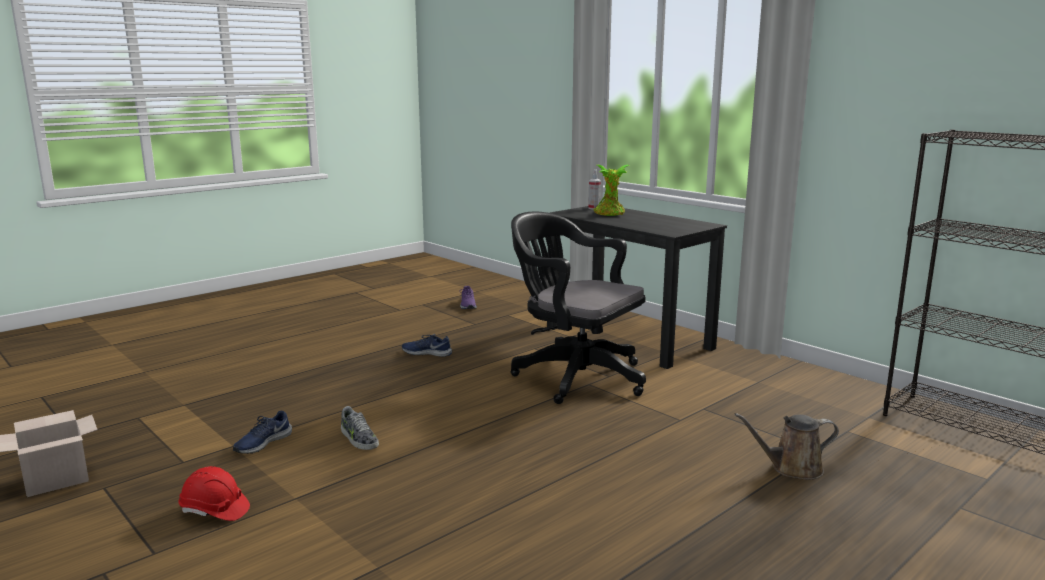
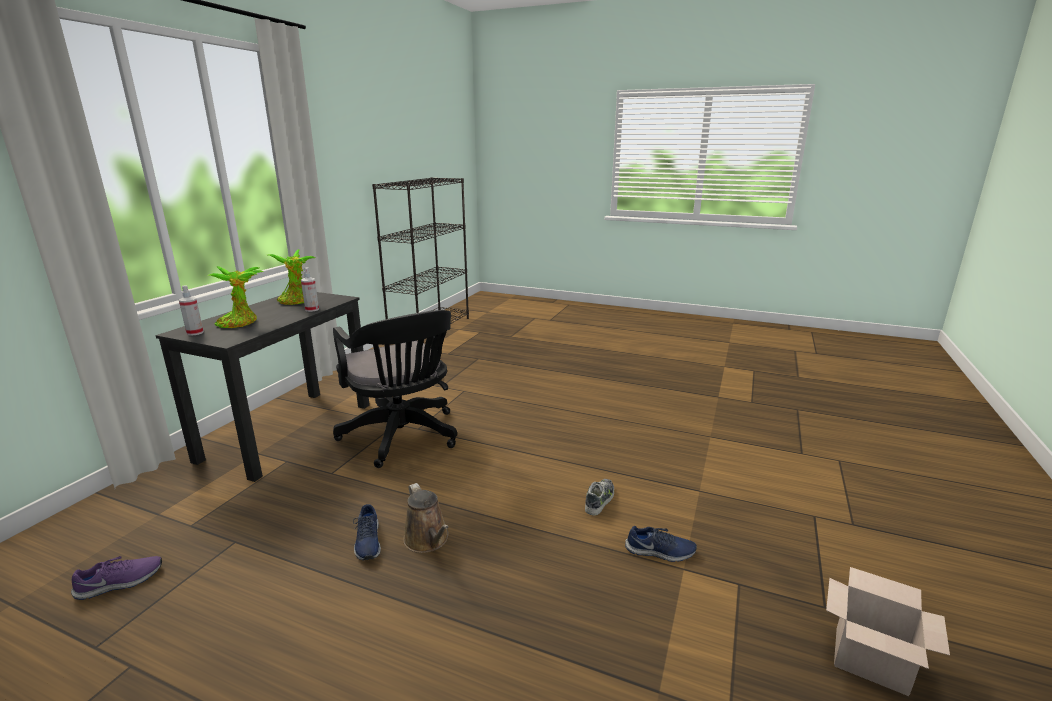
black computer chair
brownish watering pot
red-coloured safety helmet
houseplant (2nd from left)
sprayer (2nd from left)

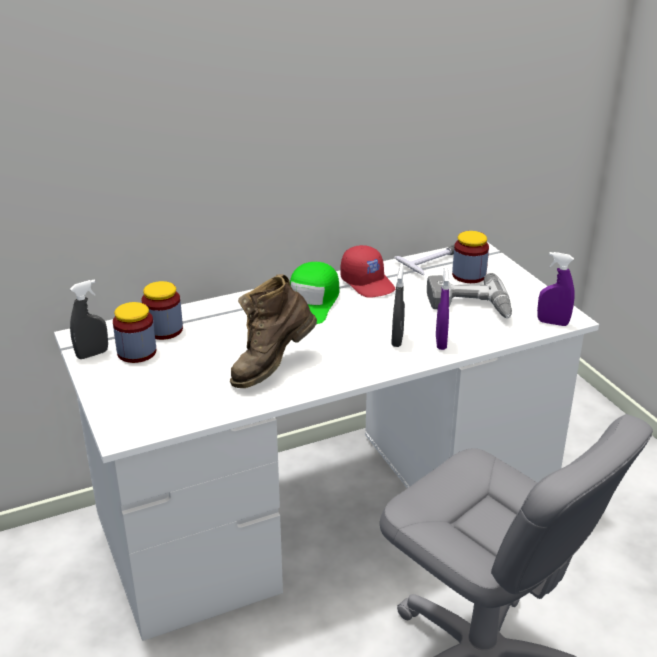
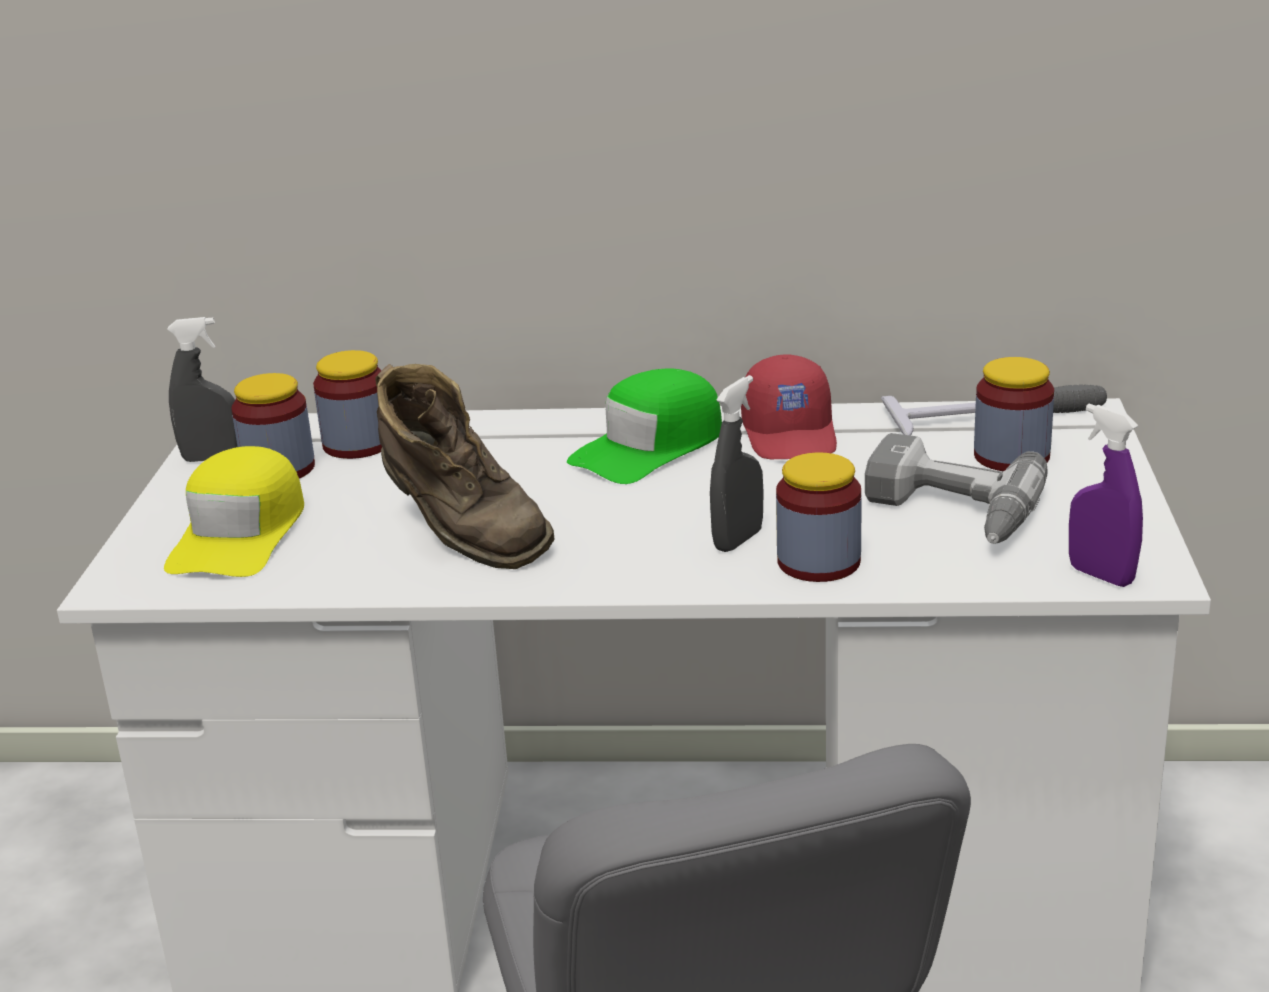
storage jar (3rd from left)
brownish high-top boot
yellowish peaked cap

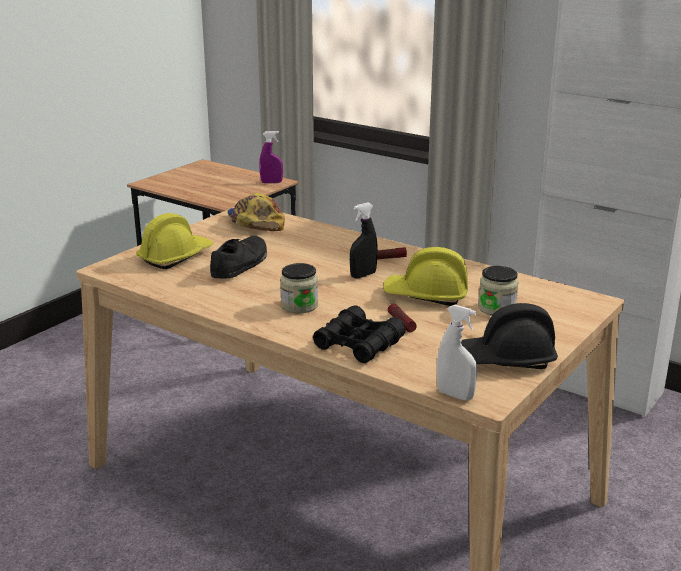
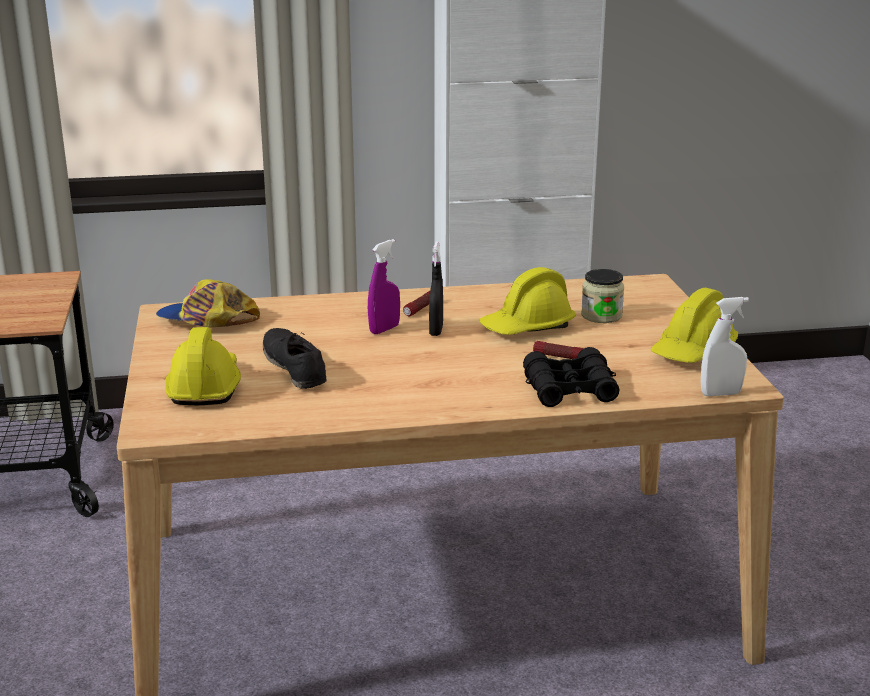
purple-coloured sprayer
storage jar (1st from left in the first image)
yellowish safety helmet (3rd from left)

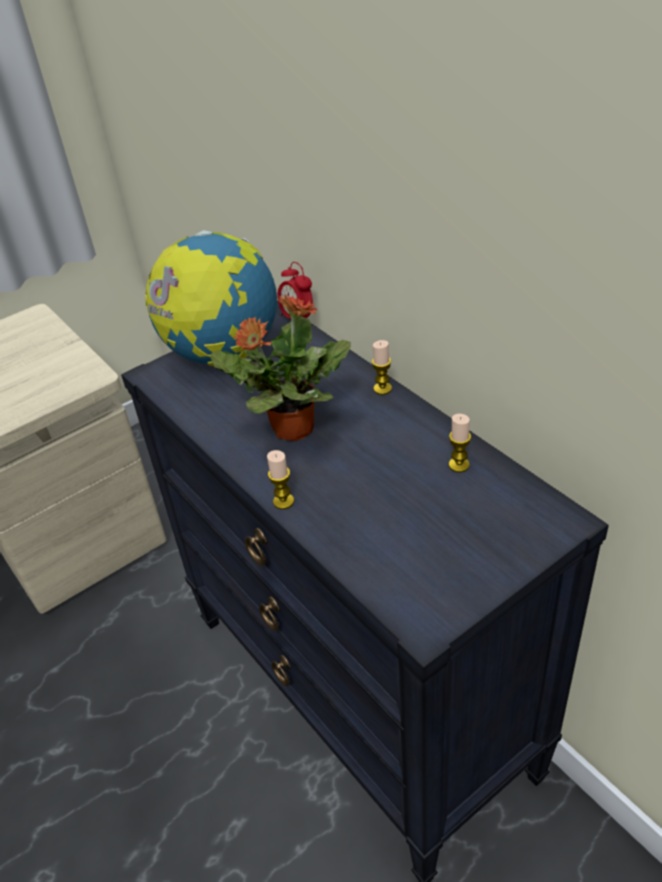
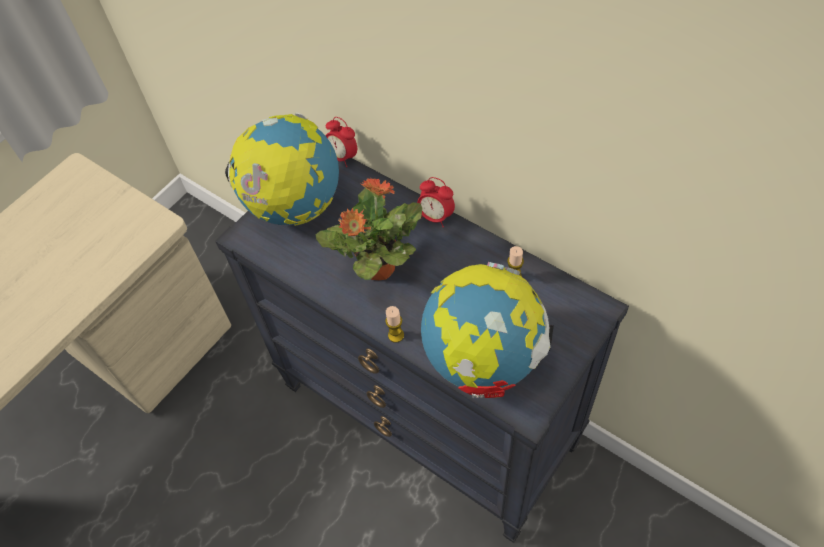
table clock (2nd from left)
globe (2nd from left)

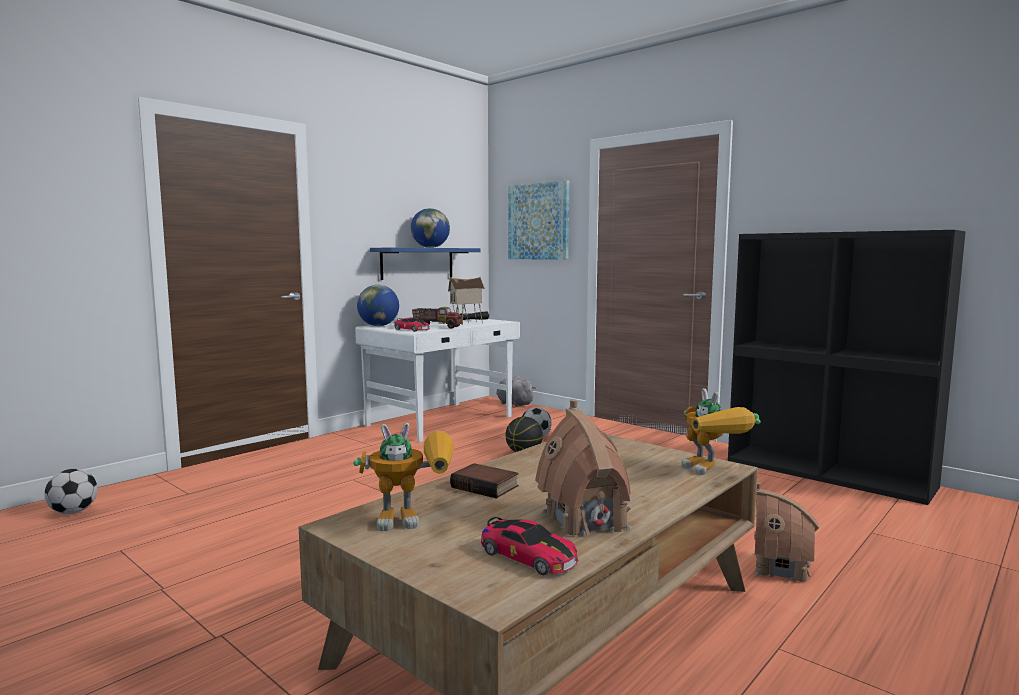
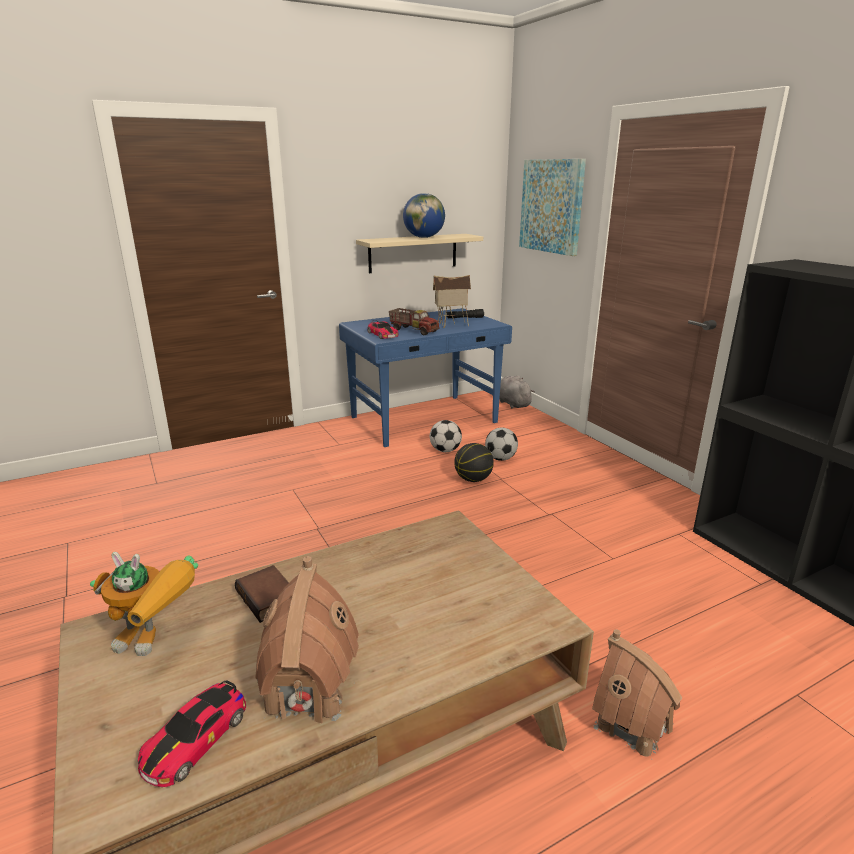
sand-coloured bracket shelf
globe (1st from left in the first image)
blue desk
robot figure (2nd from left in the first image)
football ball (1st from left)
toy car (1st from left)

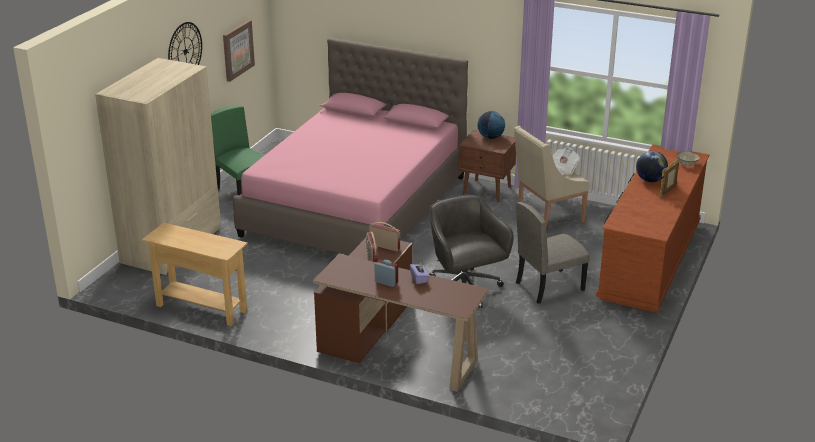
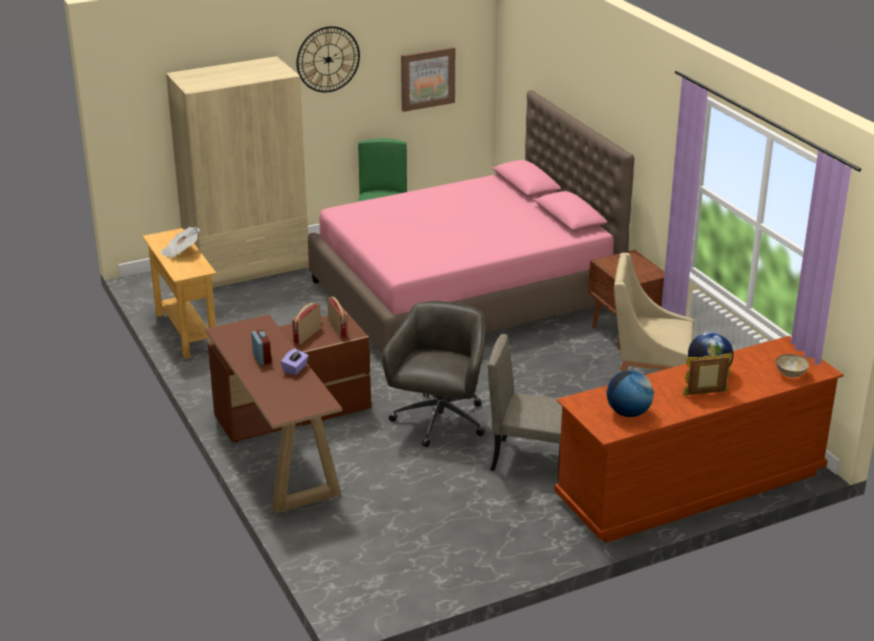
globe (1st from left)
printed paper

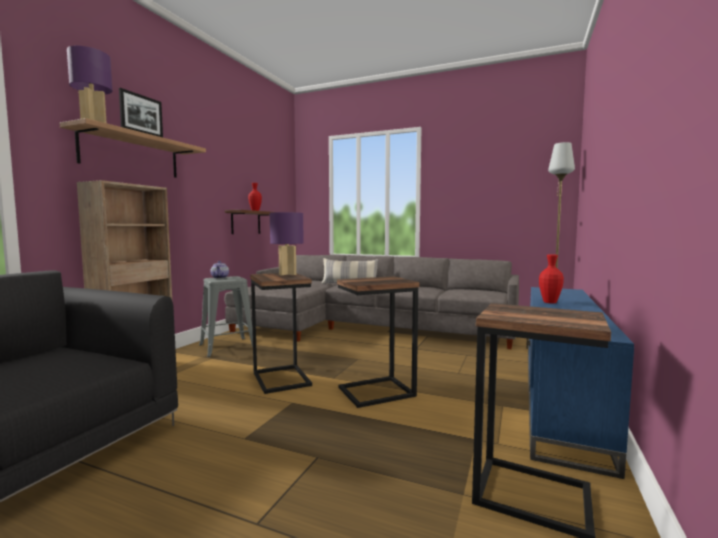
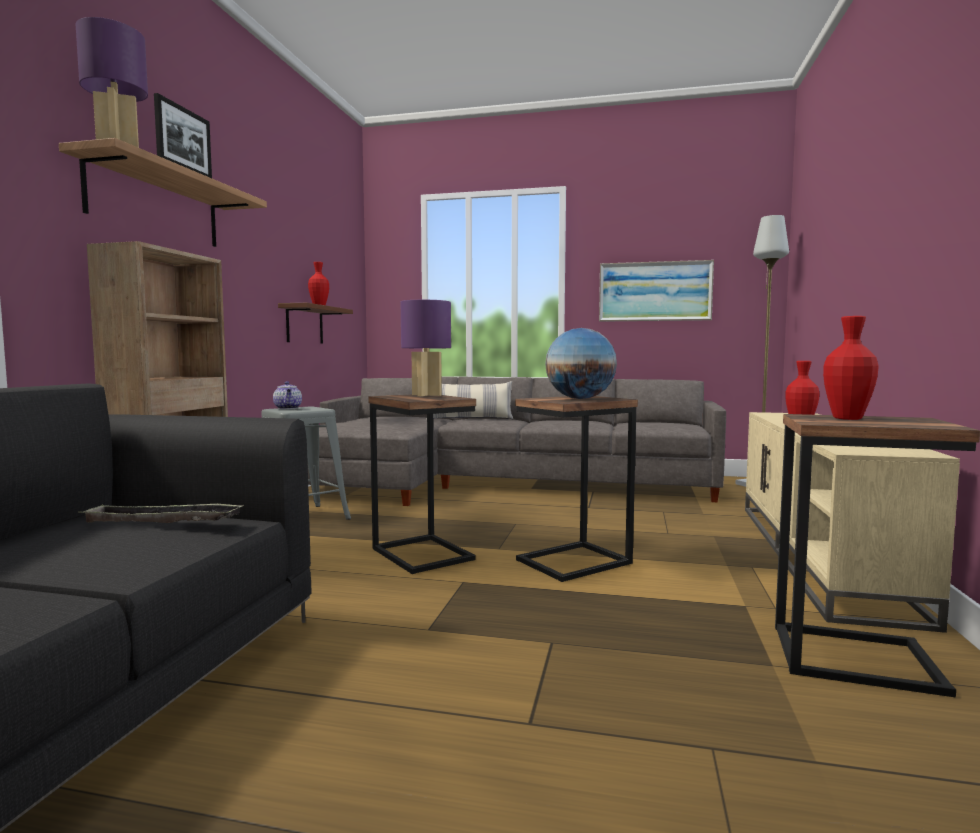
sand-coloured media console
wall picture
red-coloured flower vase (3rd from left)
globe
carrying tray

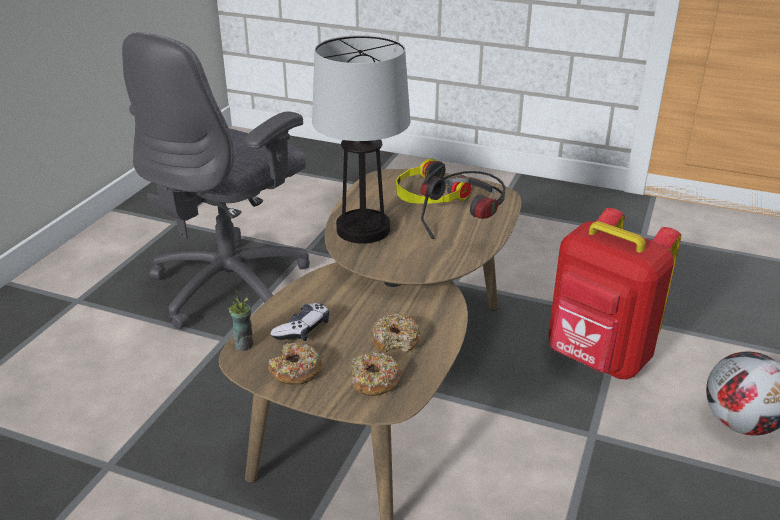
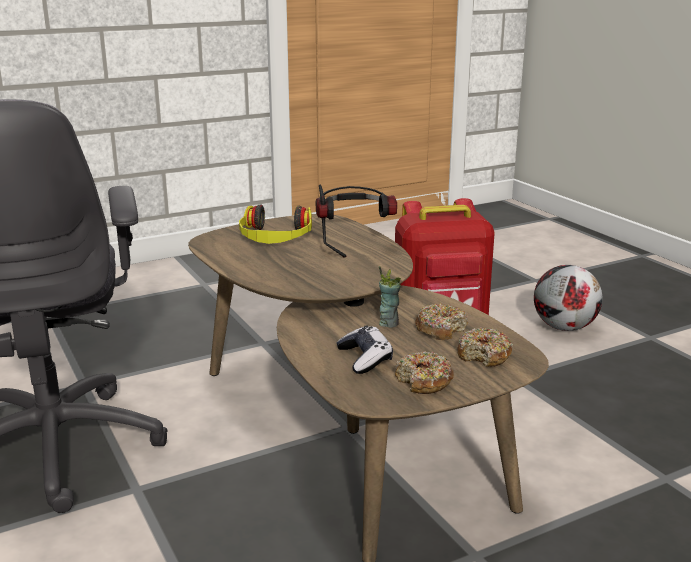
table lamp
small cup

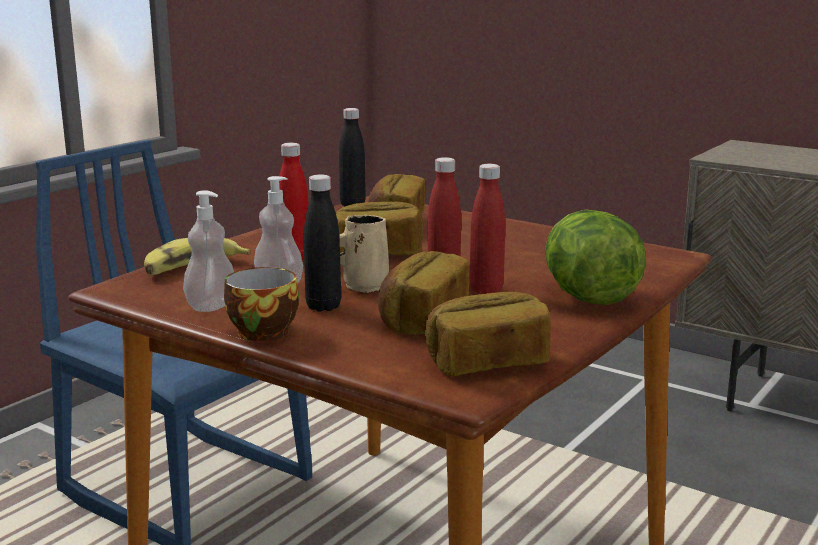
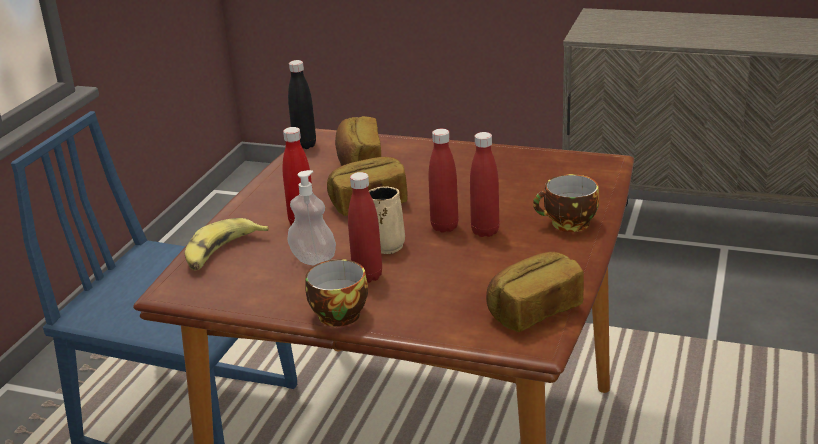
red-coloured beverage bottle (2nd from left)
soap bottle (1st from left in the first image)
small cup (2nd from left)
bread (3rd from left in the first image)

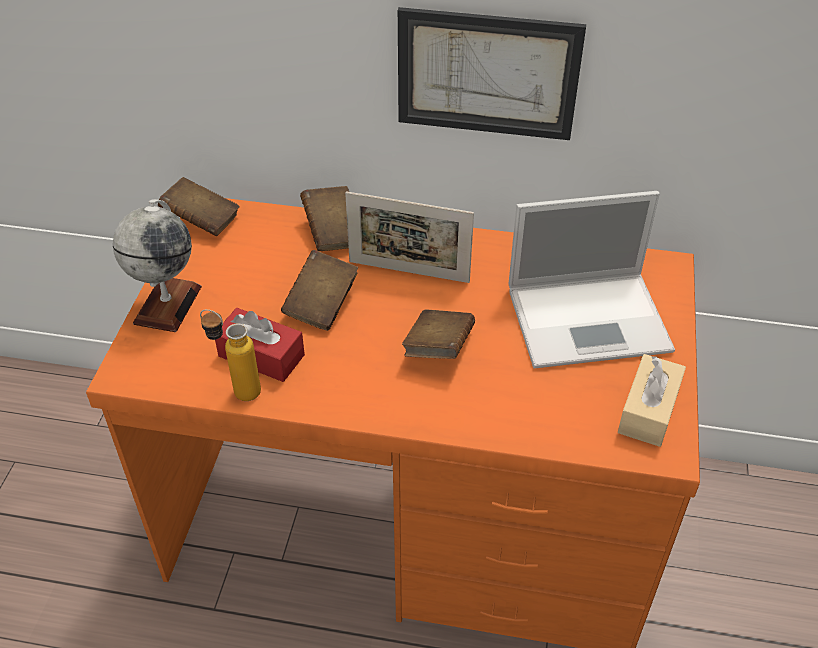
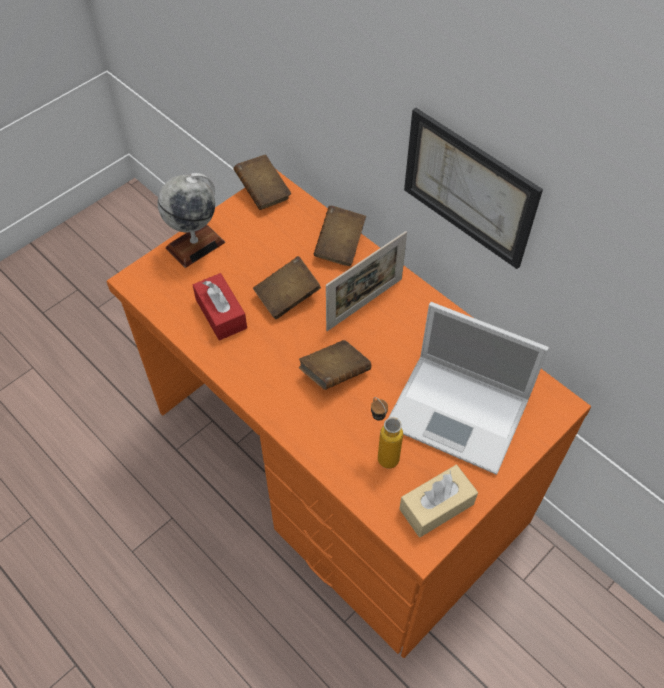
photo frame
beverage bottle

